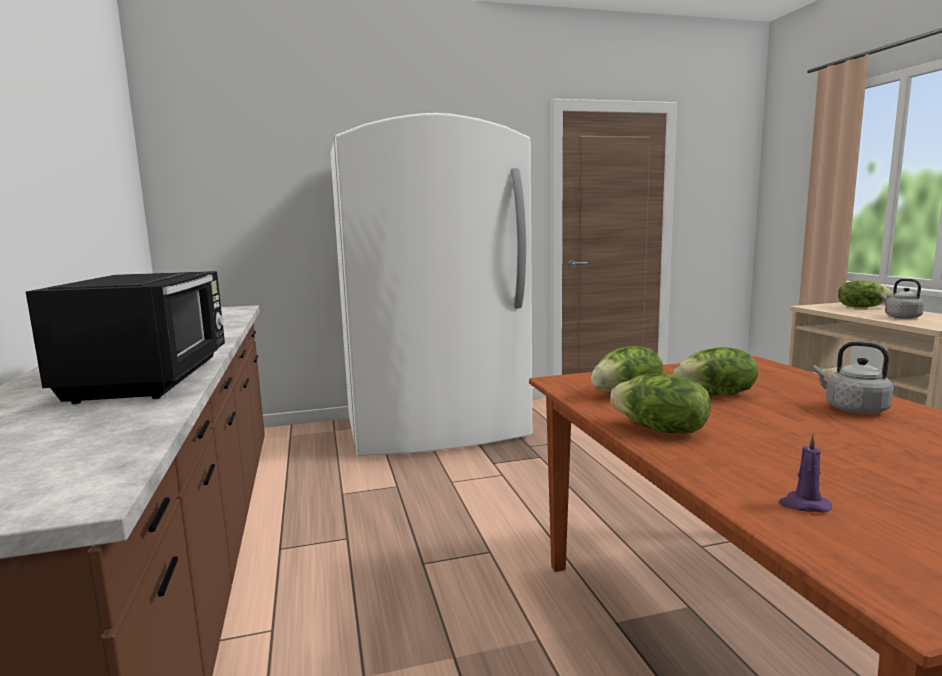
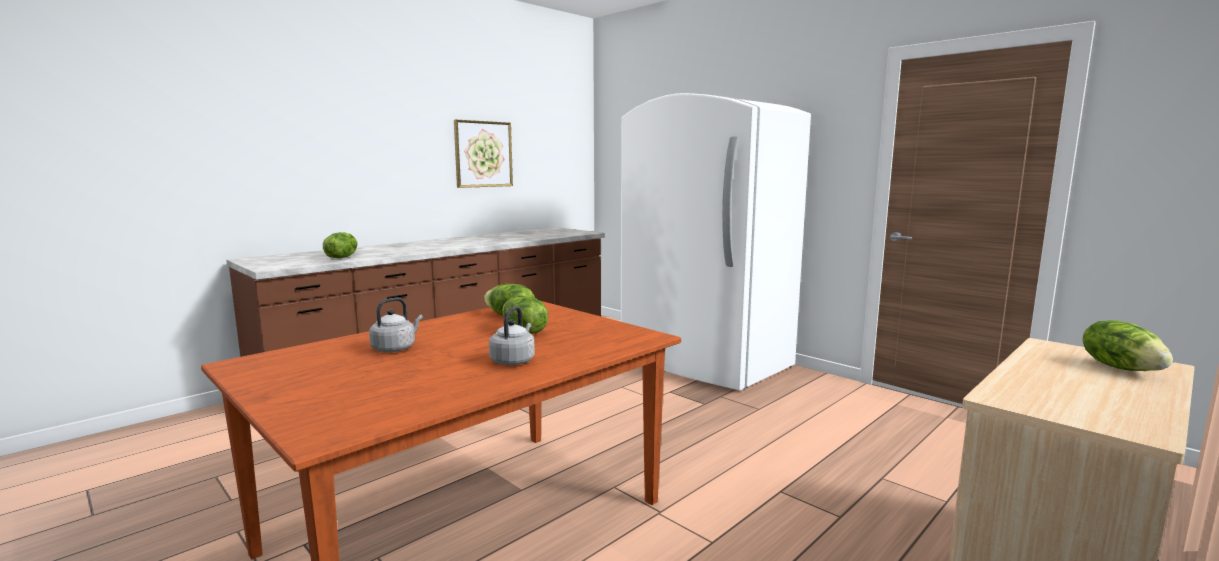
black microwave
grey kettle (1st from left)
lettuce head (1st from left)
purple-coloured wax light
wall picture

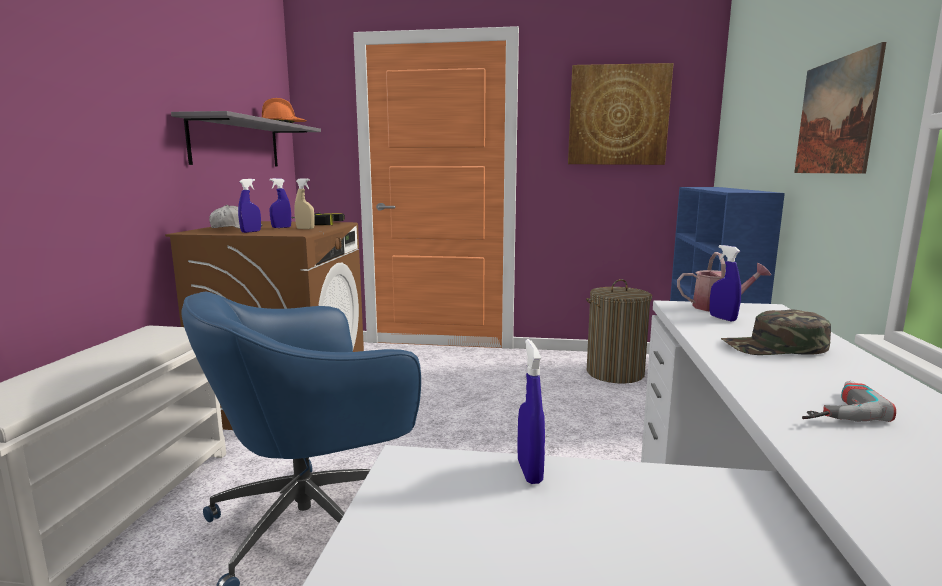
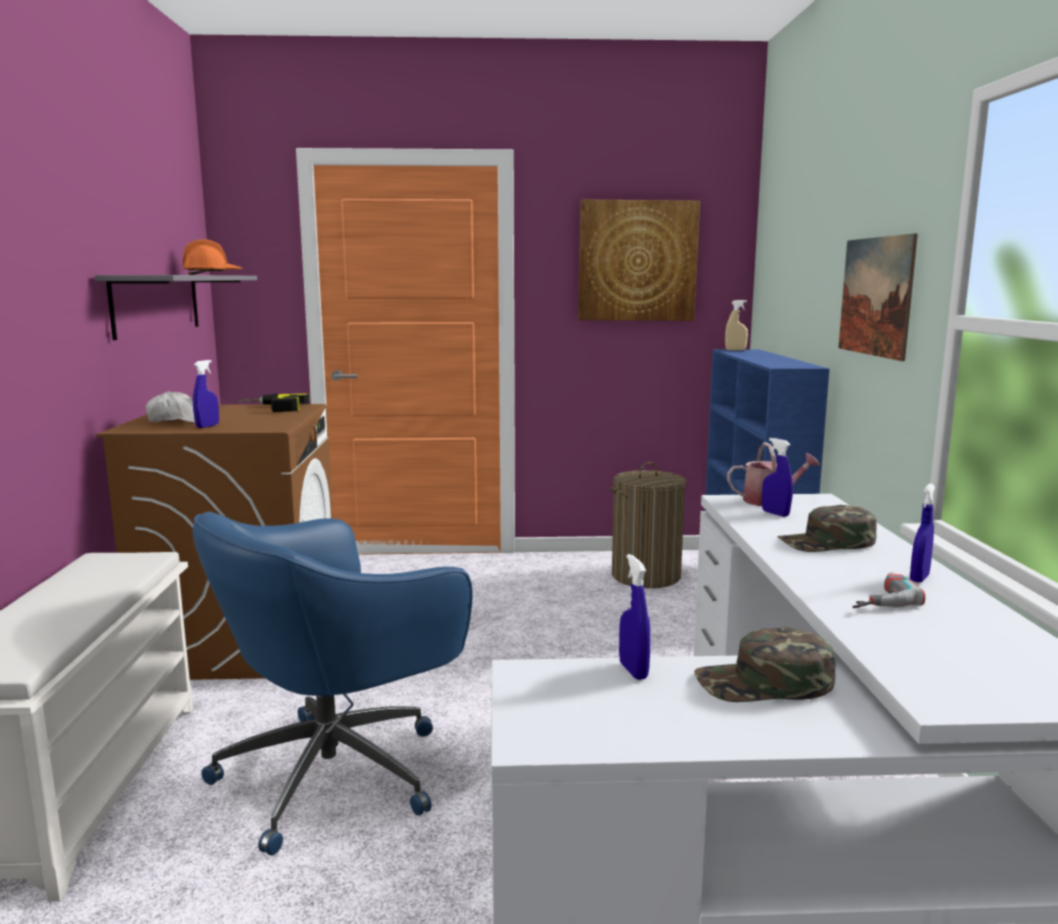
blue sprayer (4th from left)
sand-coloured sprayer
green peaked cap (1st from left)

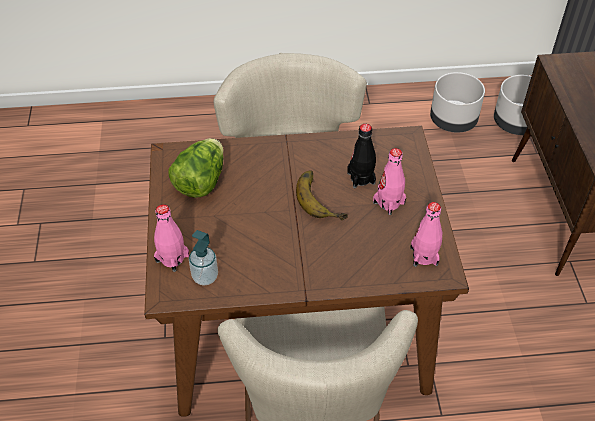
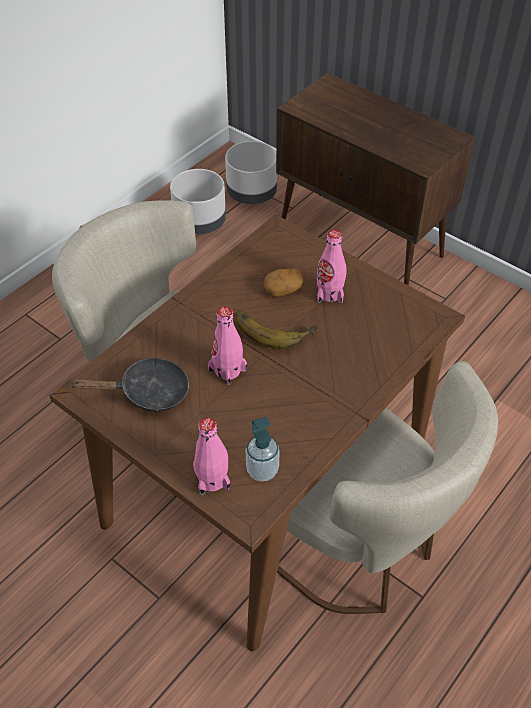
potato
black skillet
pink beverage bottle (2nd from left)

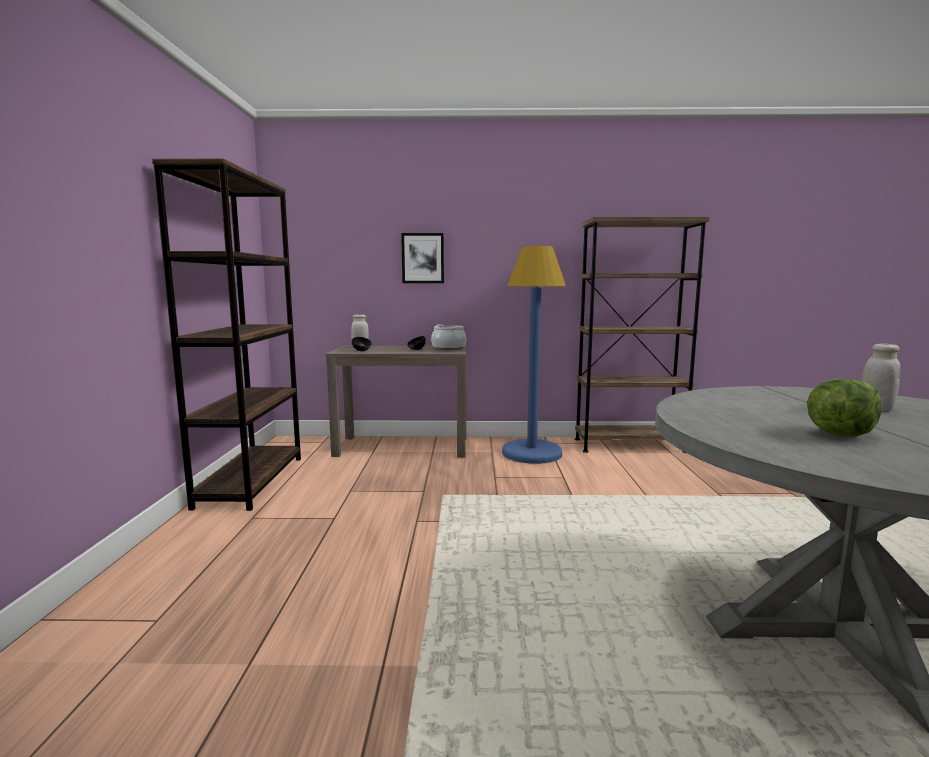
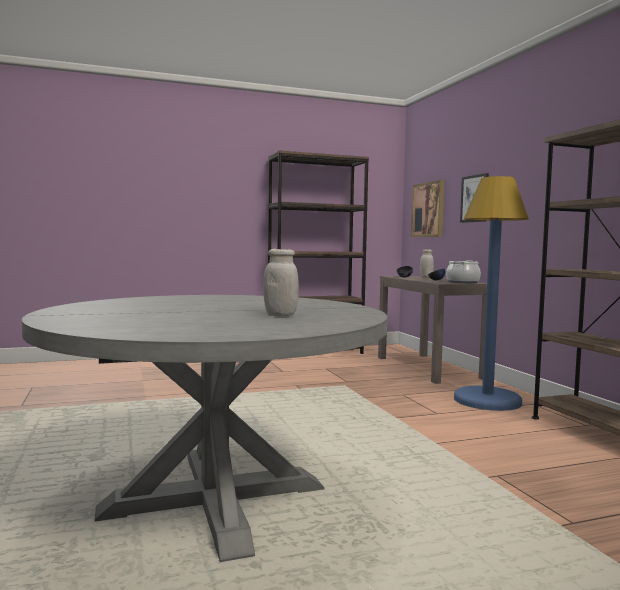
lettuce head
wall picture (1st from left)

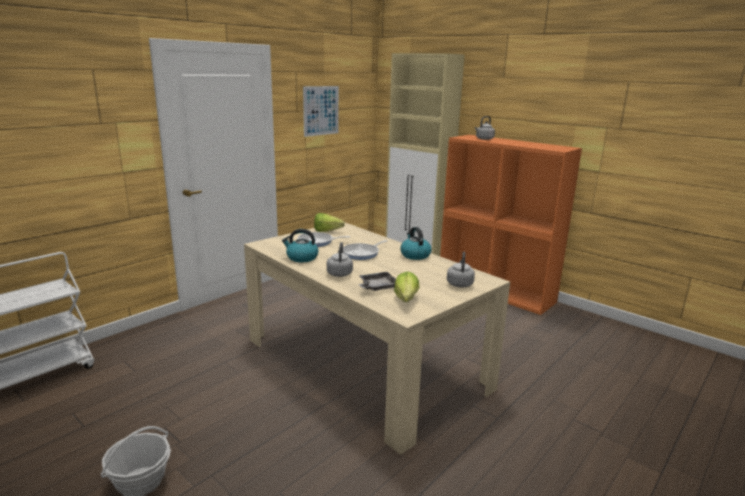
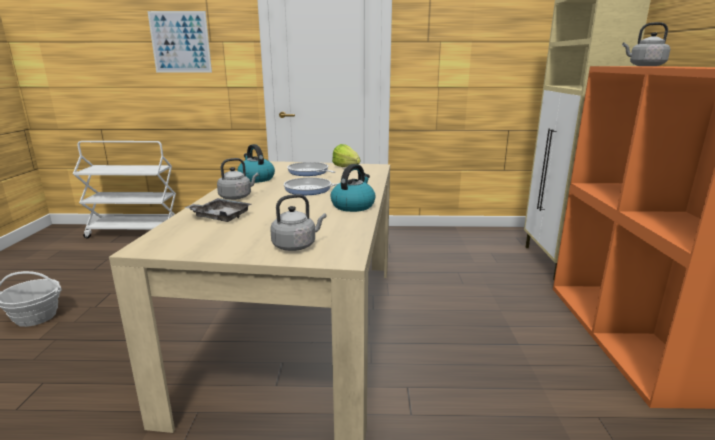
wall picture
lettuce head (2nd from left in the first image)

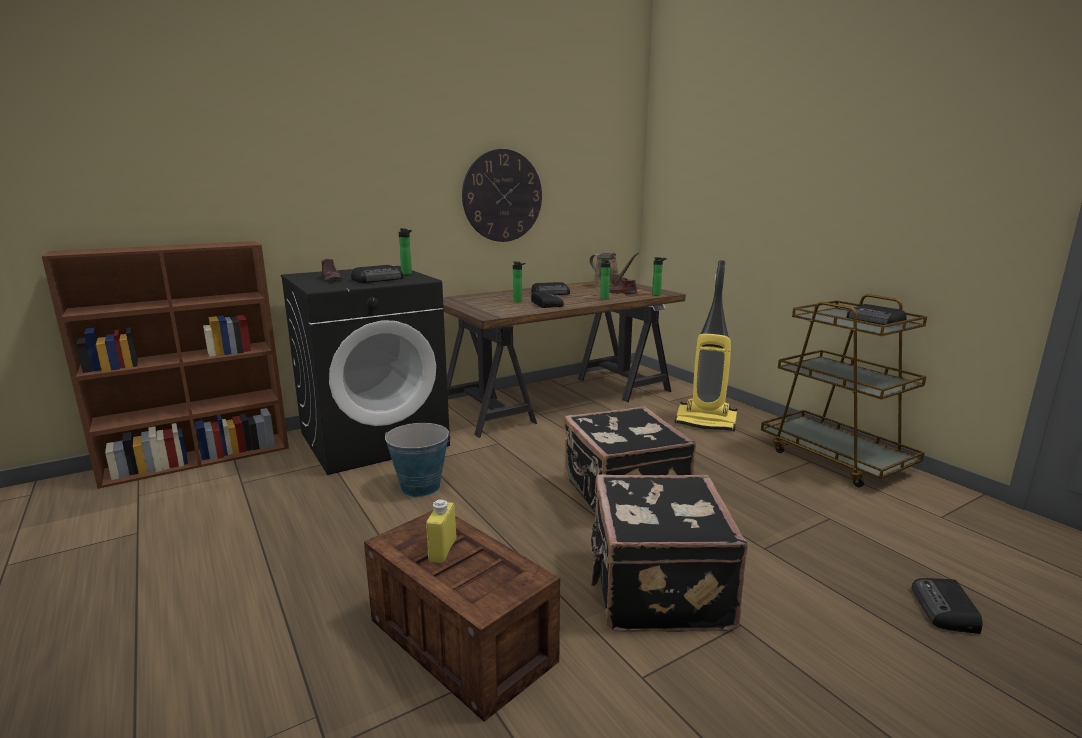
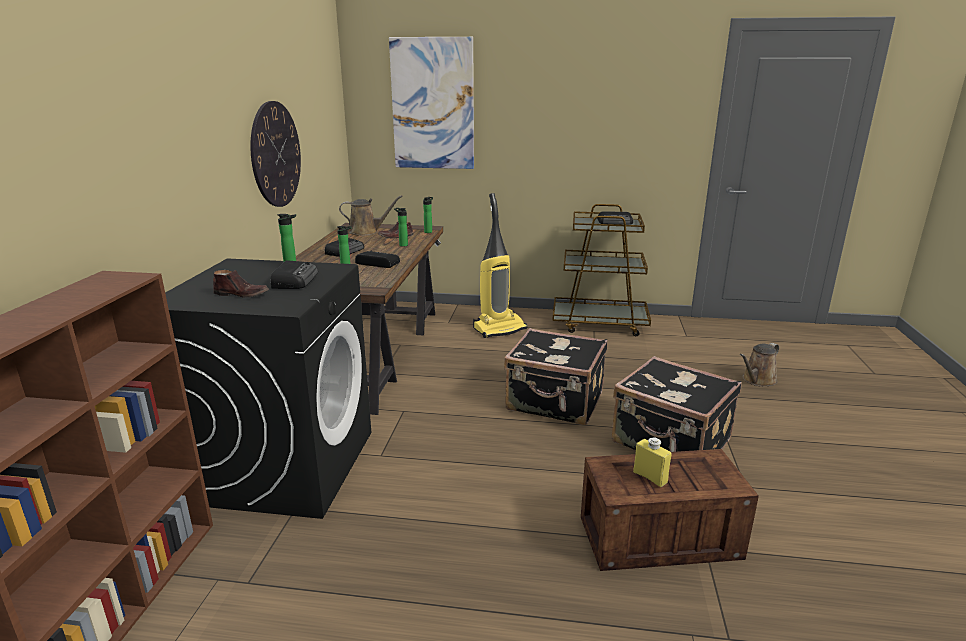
water bucket
brownish watering pot (2nd from left)
wall picture

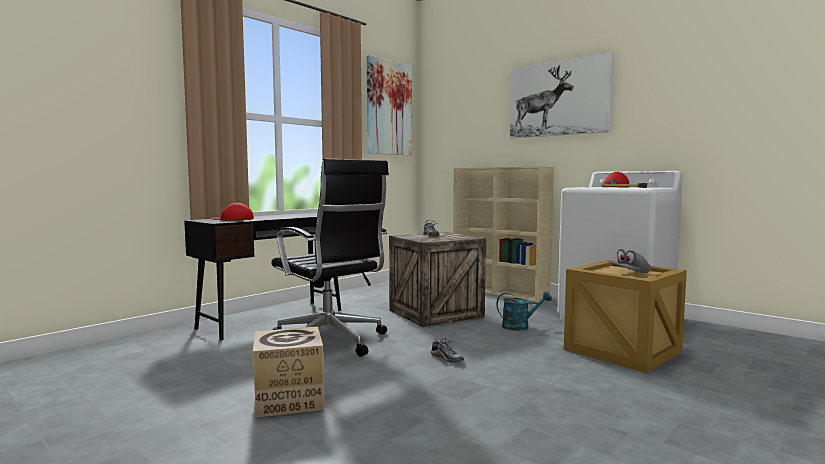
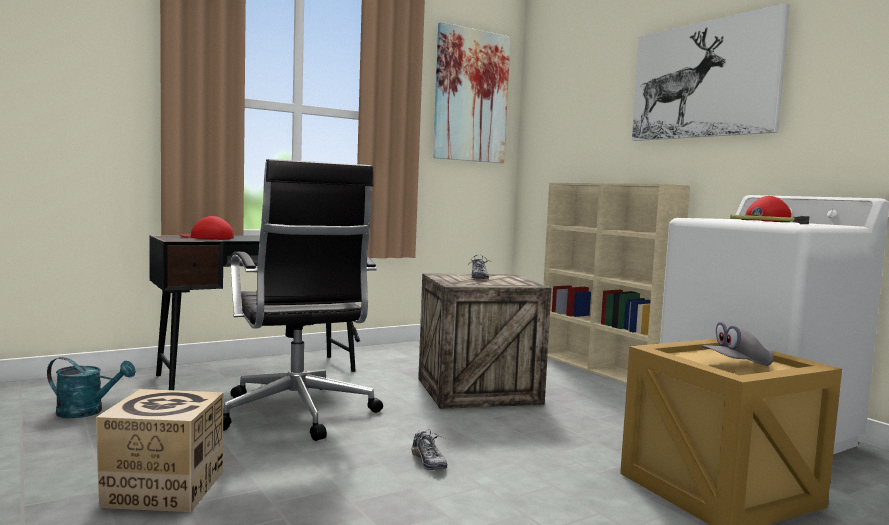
turquoise watering pot

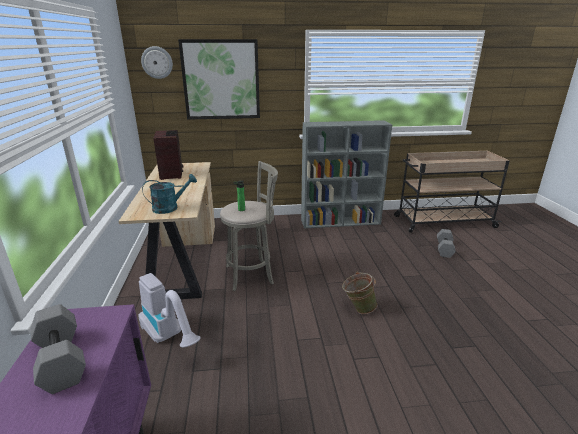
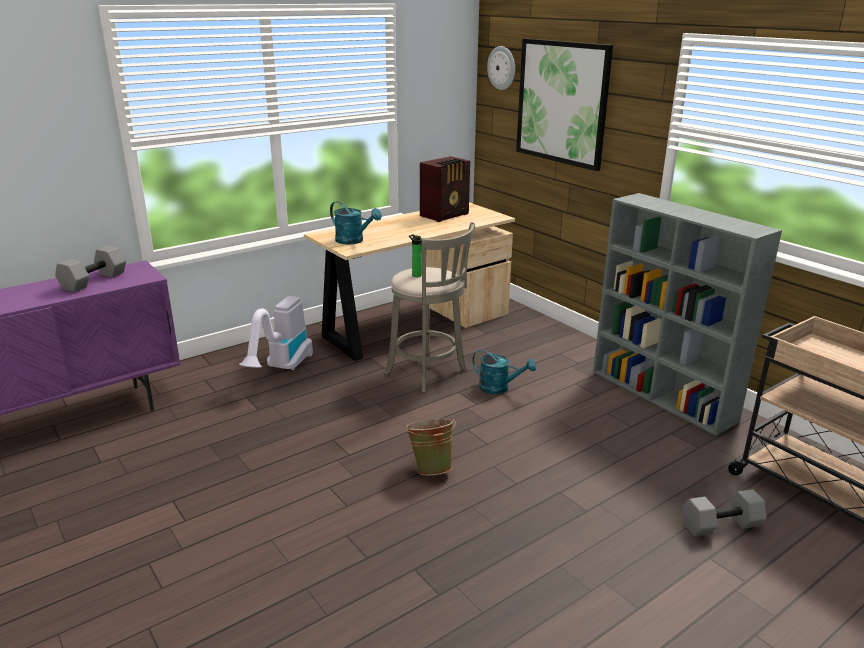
turquoise watering pot (2nd from left)

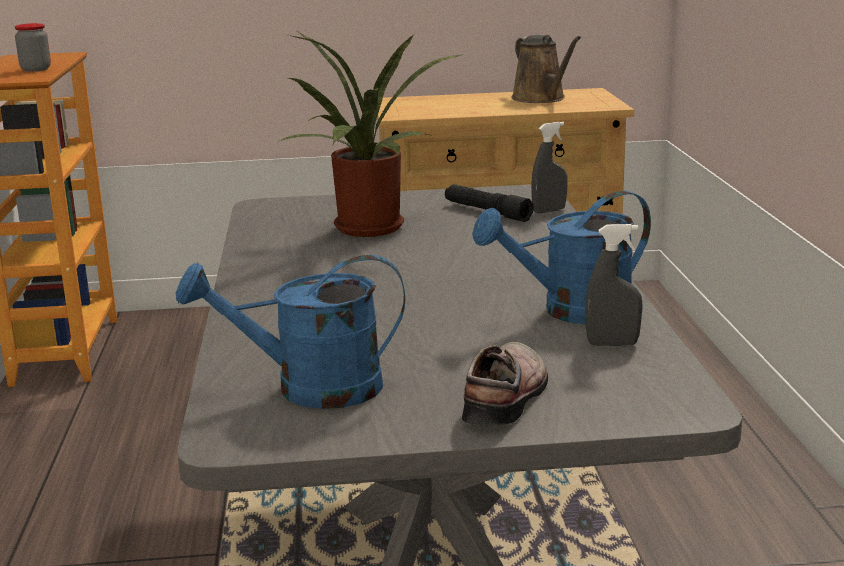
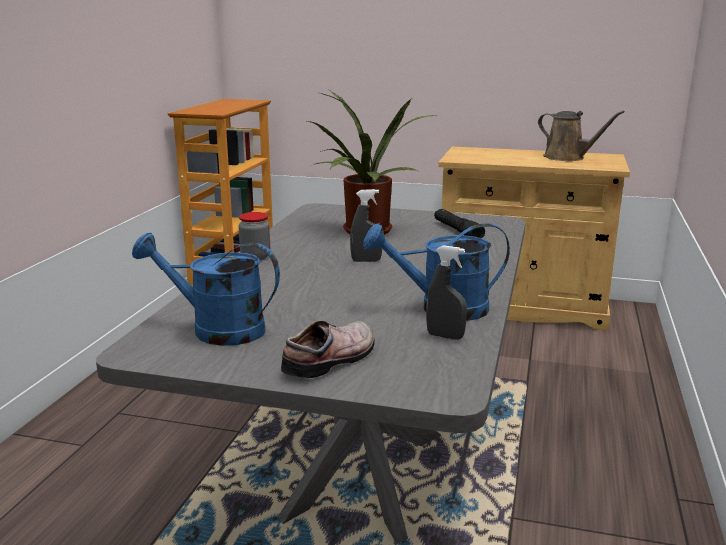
storage jar
brownish watering pot
grey sprayer (1st from left)

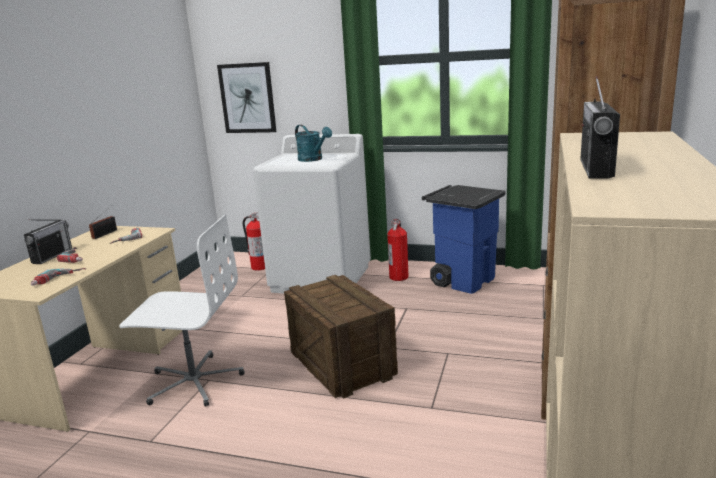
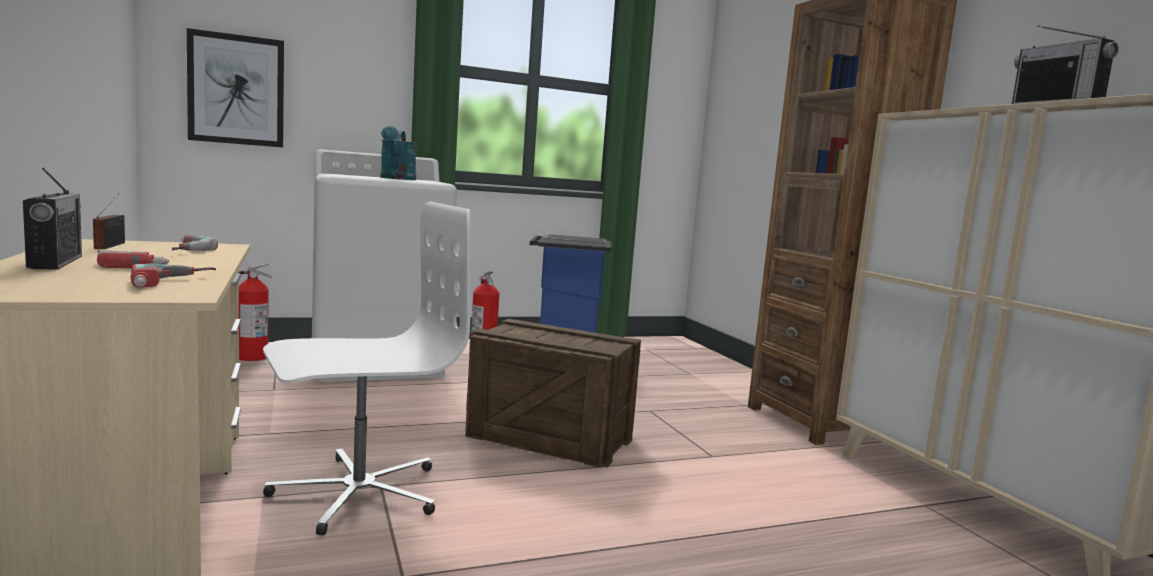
turquoise watering pot

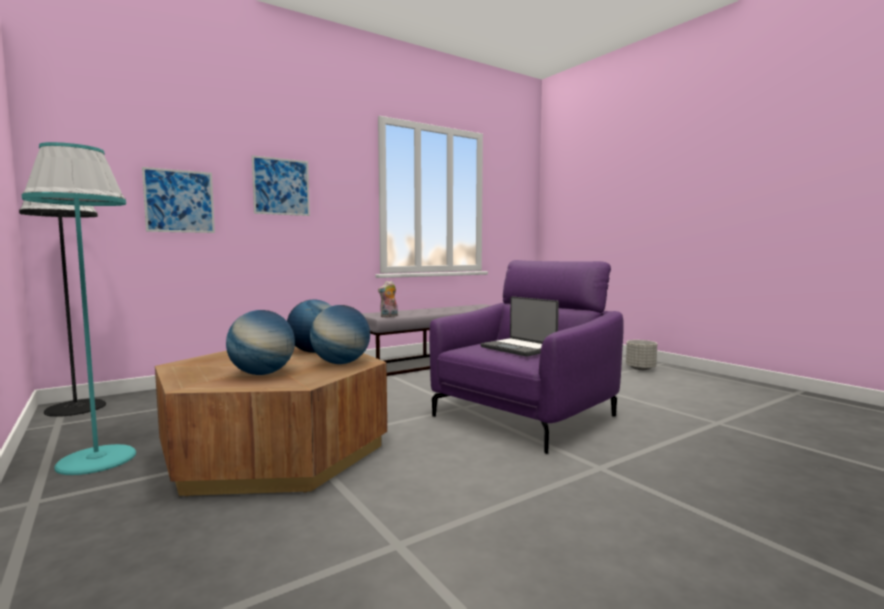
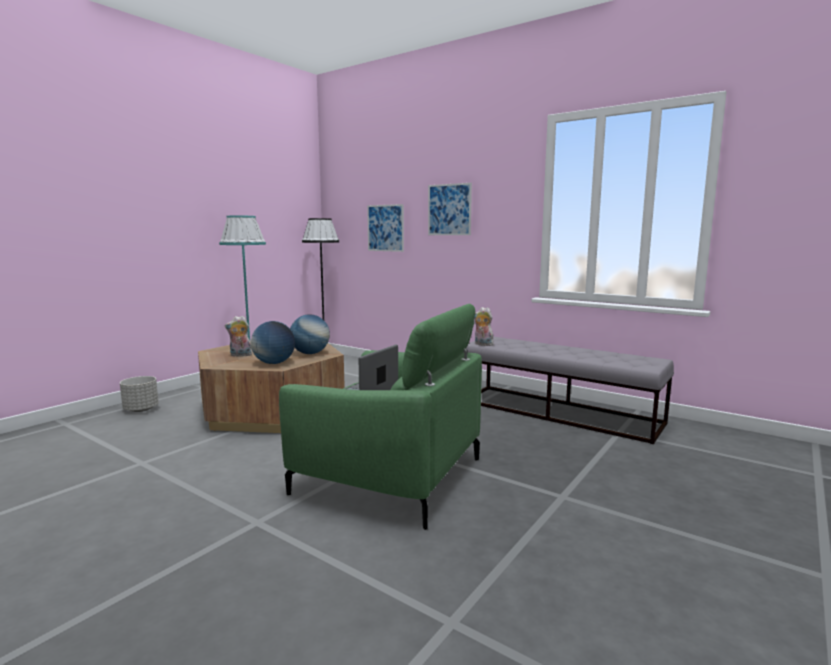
green easy chair
plush toy (1st from left)
grey flower pot

